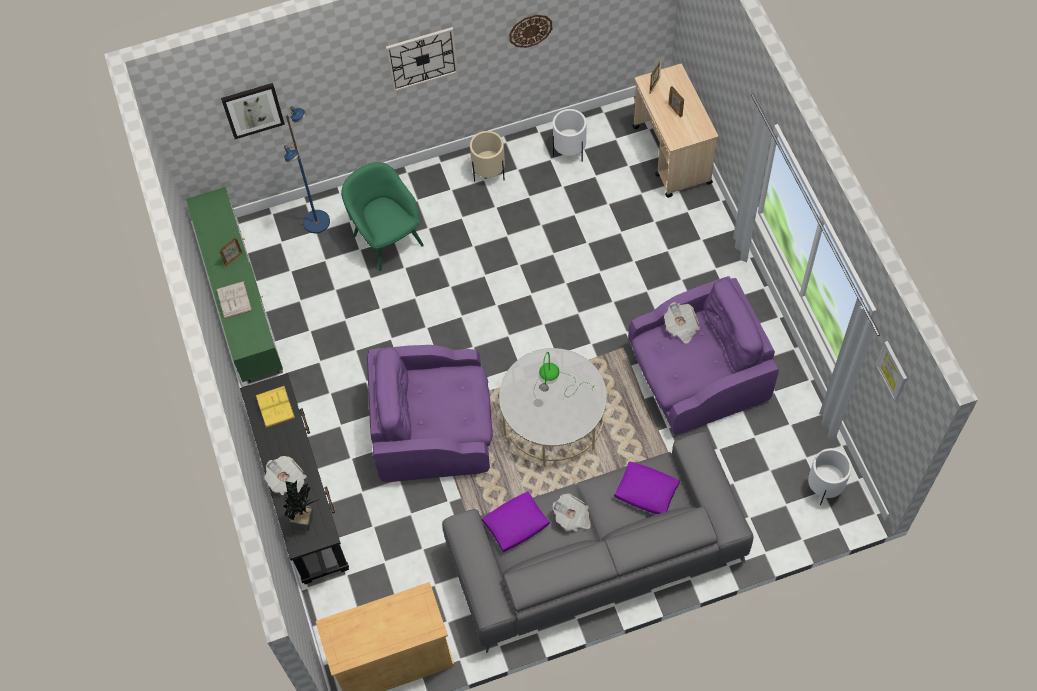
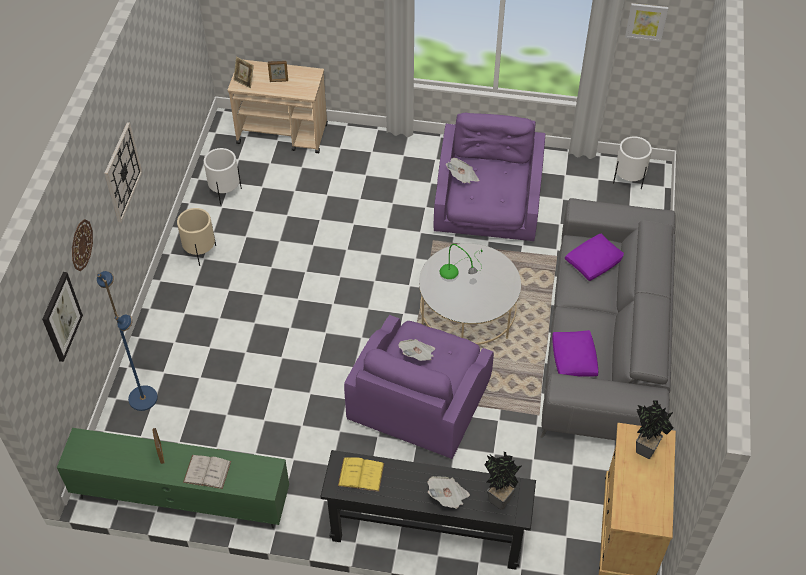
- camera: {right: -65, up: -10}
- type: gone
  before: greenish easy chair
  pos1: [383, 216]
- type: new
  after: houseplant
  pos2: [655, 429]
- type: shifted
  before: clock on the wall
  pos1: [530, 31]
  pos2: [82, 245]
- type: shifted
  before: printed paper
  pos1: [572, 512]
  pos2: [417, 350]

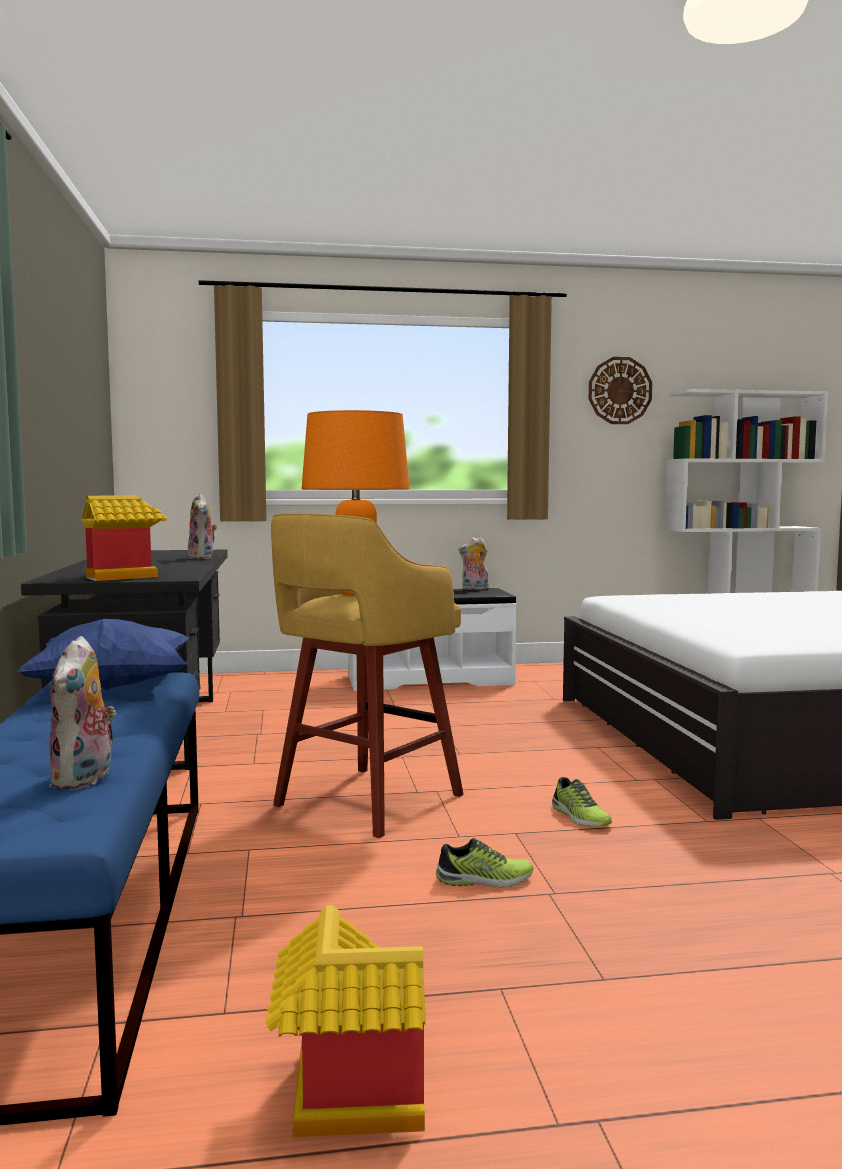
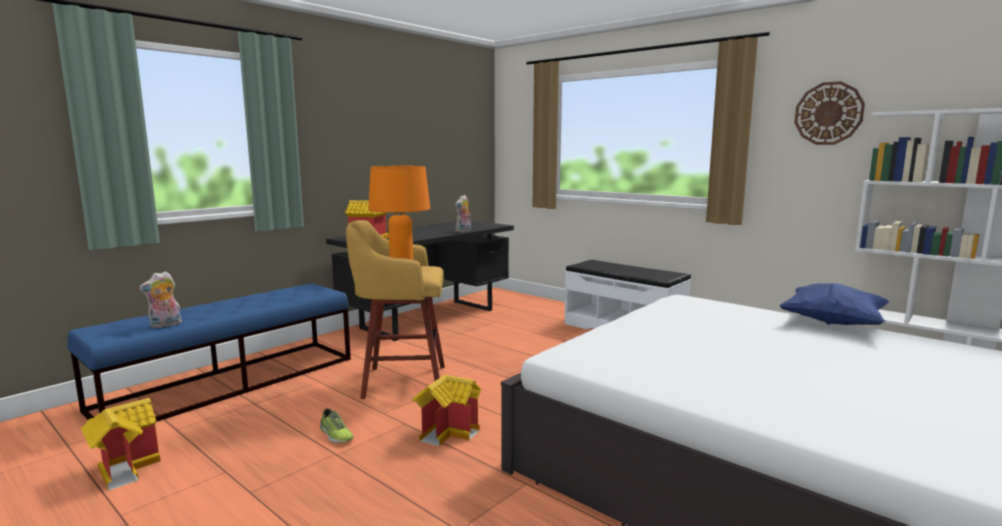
- camera: {right: 50, up: 5}
- type: gone
  before: soft toy
  pos1: [473, 563]
- type: shifted
  before: bluish throw pillow
  pos1: [103, 654]
  pos2: [834, 304]
- type: swapped
  before: low shoe
  after: model house
  pos1: [582, 802]
  pos2: [447, 410]

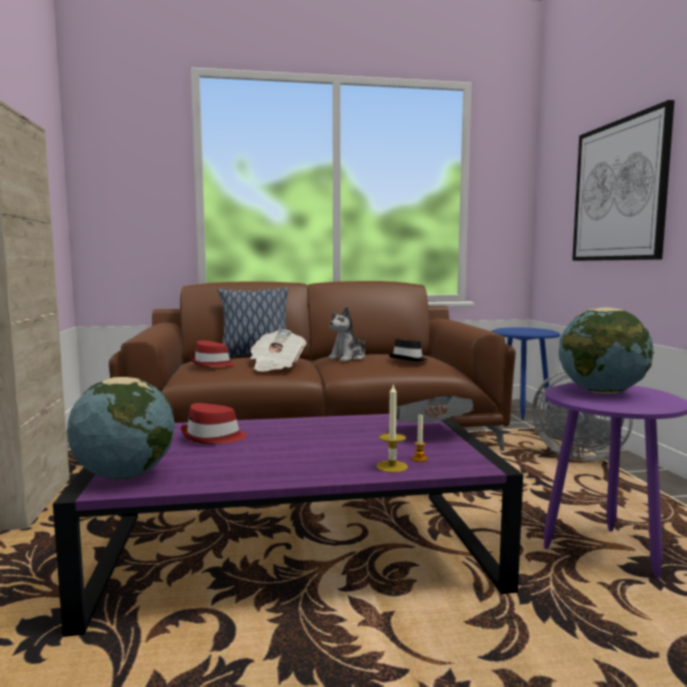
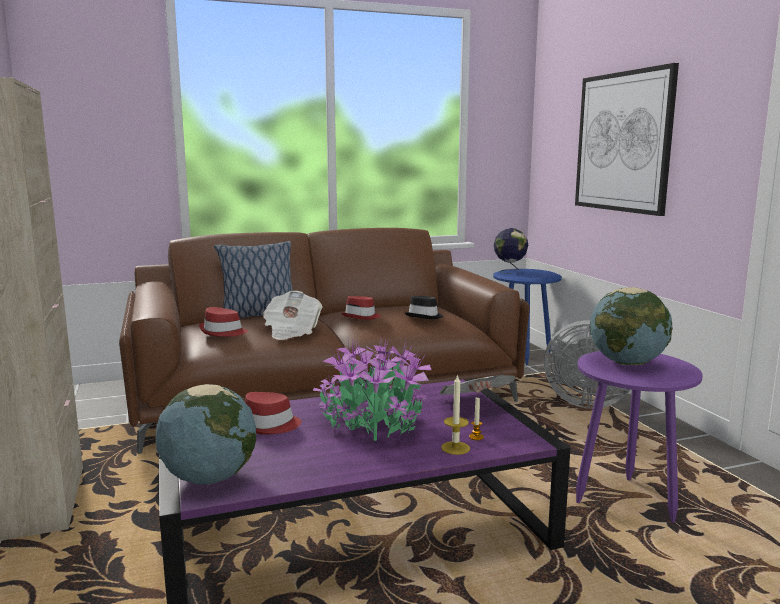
- camera: {right: -10, up: 5}
- type: new
  after: houseplant
  pos2: [371, 388]
- type: new
  after: desk globe
  pos2: [511, 251]
- type: swapped
  before: soft toy
  after: red hat
  pos1: [346, 334]
  pos2: [361, 308]

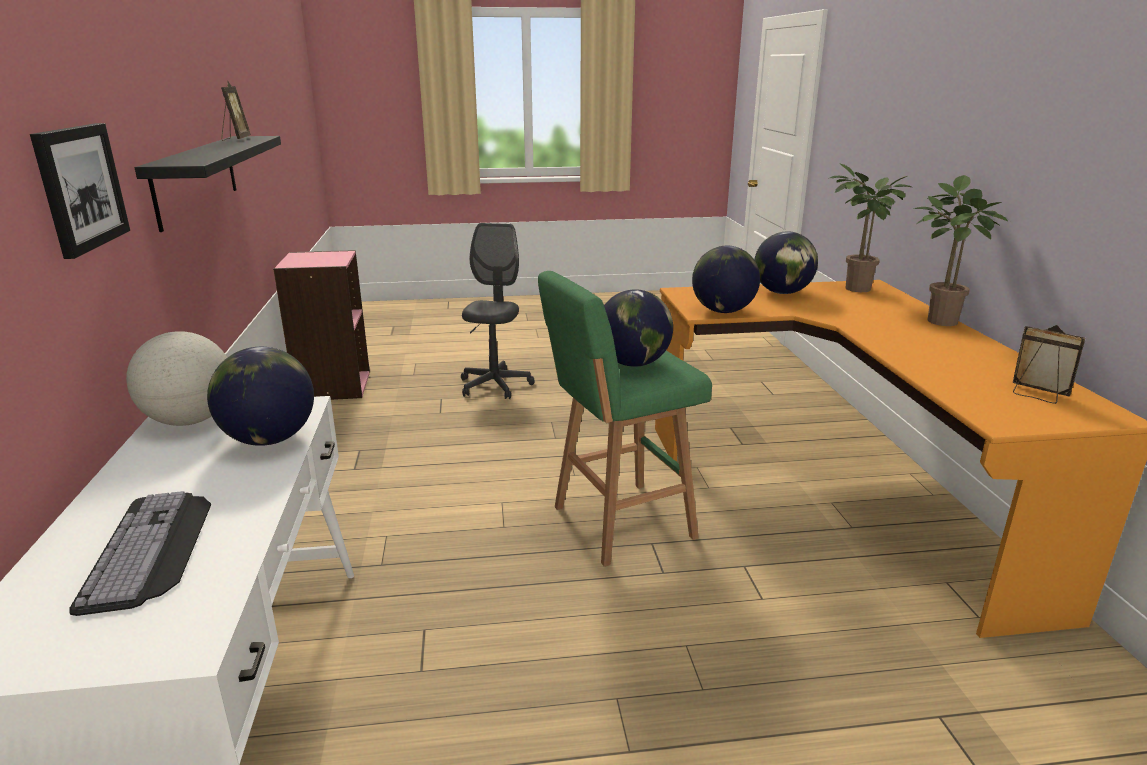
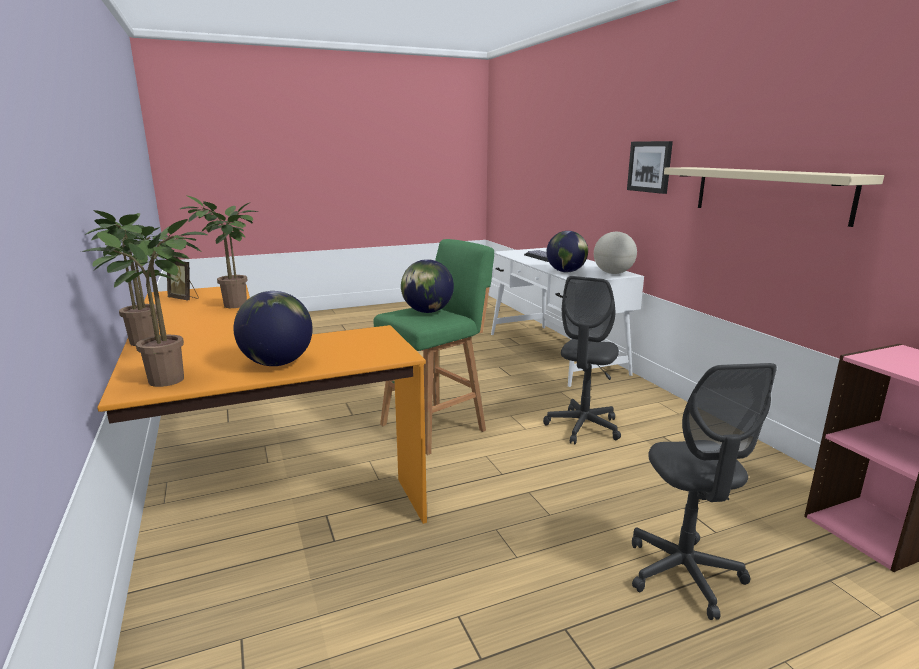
- camera: {right: 165, up: -5}
- type: gone
  before: standing frame
  pos1: [236, 111]
- type: gone
  before: desk globe
  pos1: [726, 279]
- type: new
  after: houseplant
  pos2: [218, 251]
- type: new
  after: greyish computer chair
  pos2: [582, 360]
- type: repainted
  before: blackish bracket shelf
  after: sand-coloured bracket shelf
  pos1: [208, 184]
  pos2: [774, 197]

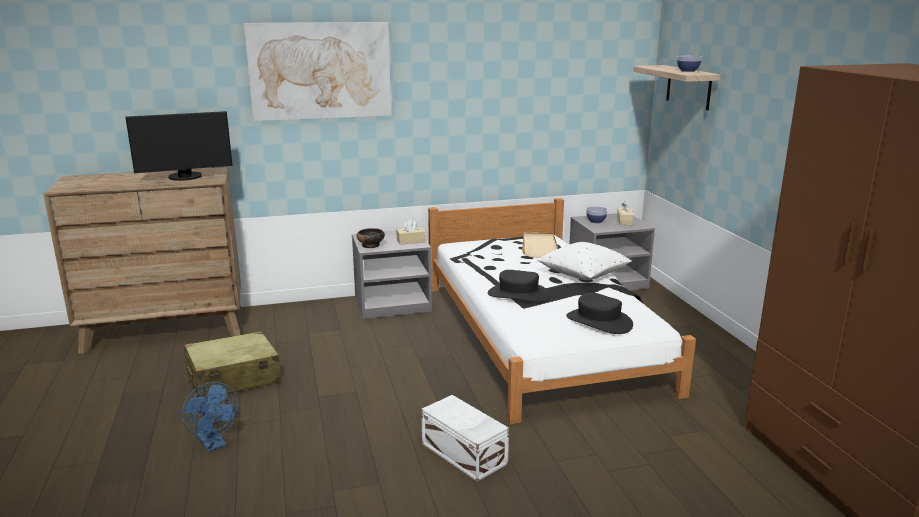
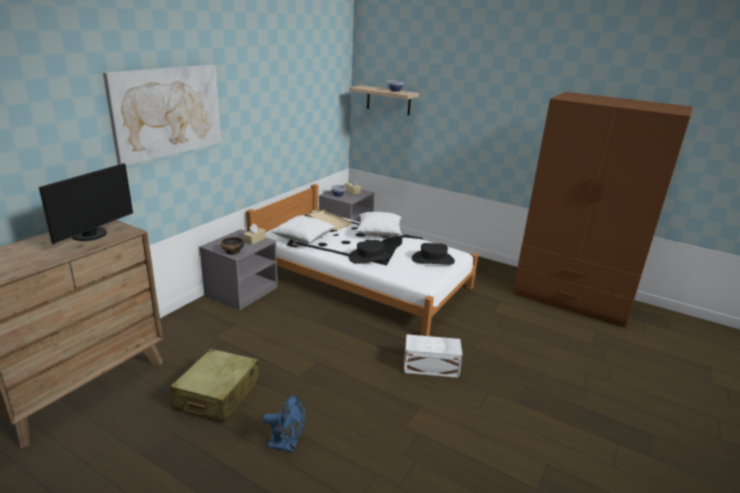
- camera: {right: -45, up: 5}
- type: new
  after: white throw pillow
  pos2: [303, 230]

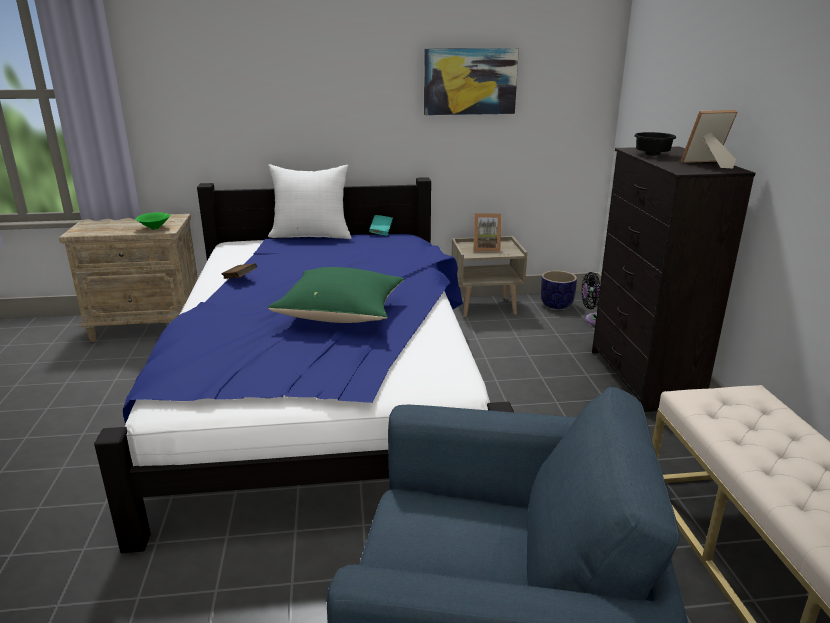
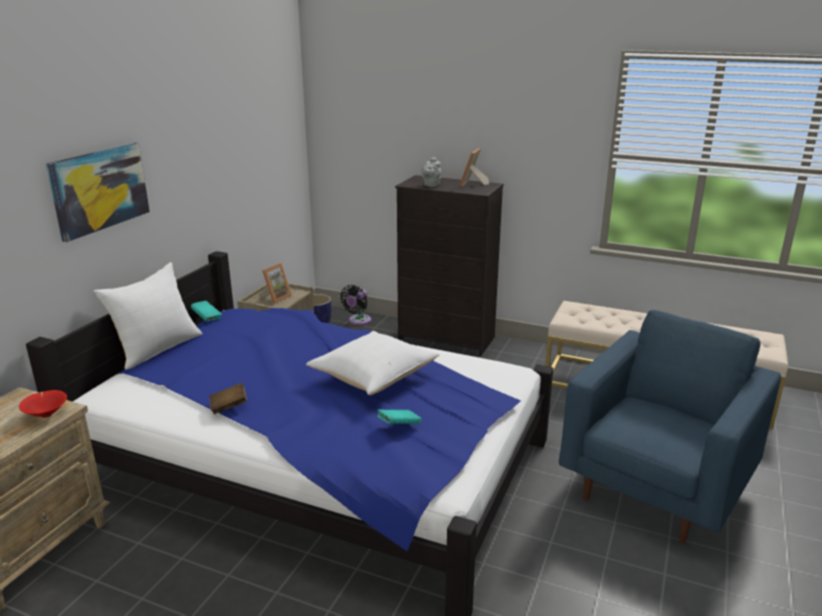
- camera: {right: -60, up: 0}
- type: new
  after: turquoise volume
  pos2: [399, 416]
- type: shifted
  before: picture
  pos1: [471, 81]
  pos2: [98, 192]
- type: swapped
  before: blackish bowl
  after: greyish teapot
  pos1: [655, 143]
  pos2: [431, 172]
- type: repainted
  before: greenish bowl
  after: red bowl
  pos1: [153, 221]
  pos2: [43, 404]
- type: repainted
  before: greenish throw pillow
  after: white throw pillow
  pos1: [336, 295]
  pos2: [373, 363]

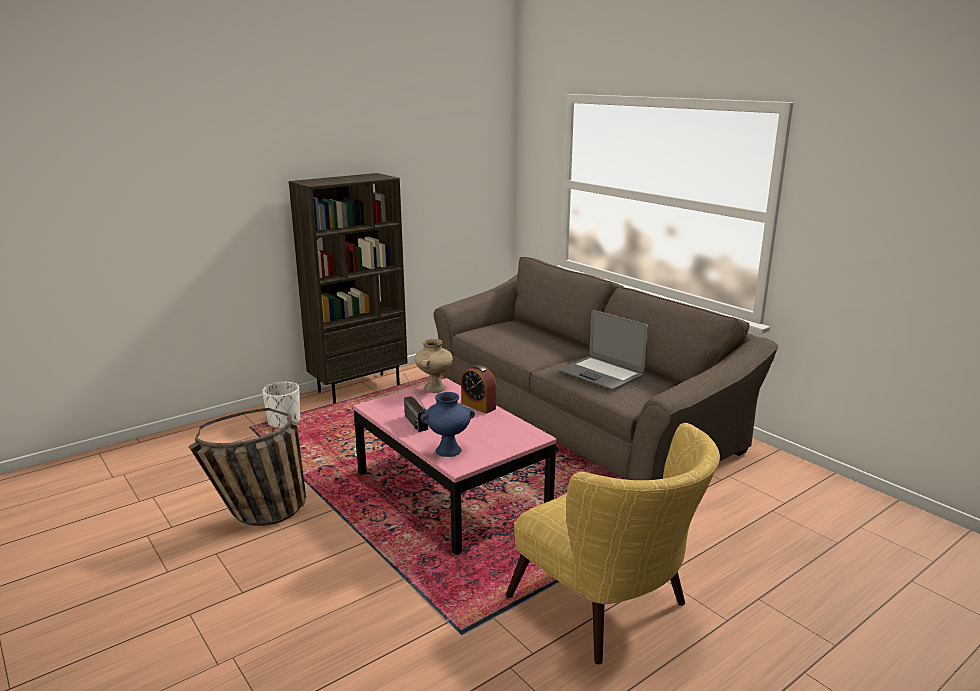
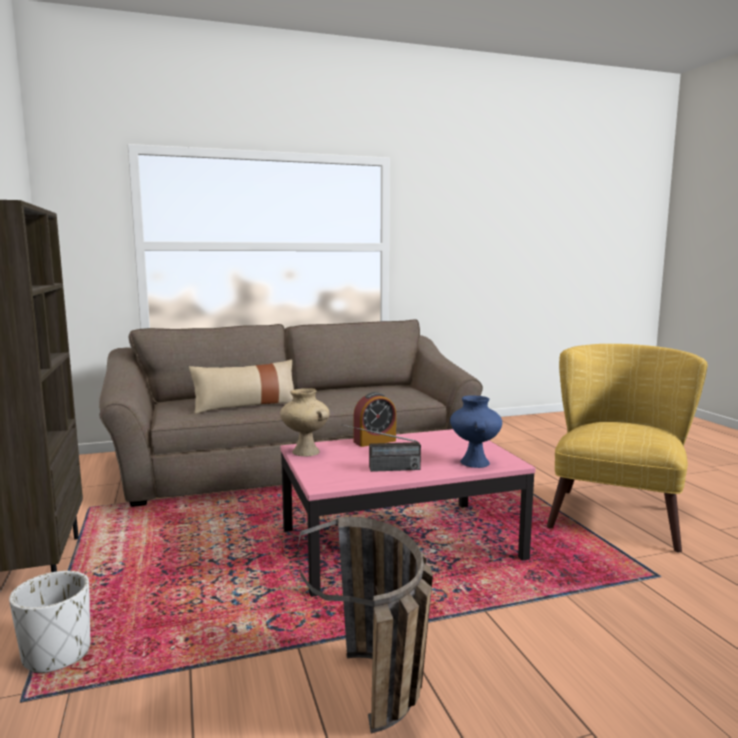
- camera: {right: -70, up: -10}
- type: gone
  before: laptop
  pos1: [603, 349]
- type: new
  after: sand-coloured throw pillow
  pos2: [241, 387]
- type: rotated
  before: yellow easy chair
  pos1: [613, 543]
  pos2: [627, 448]
  turn: -45

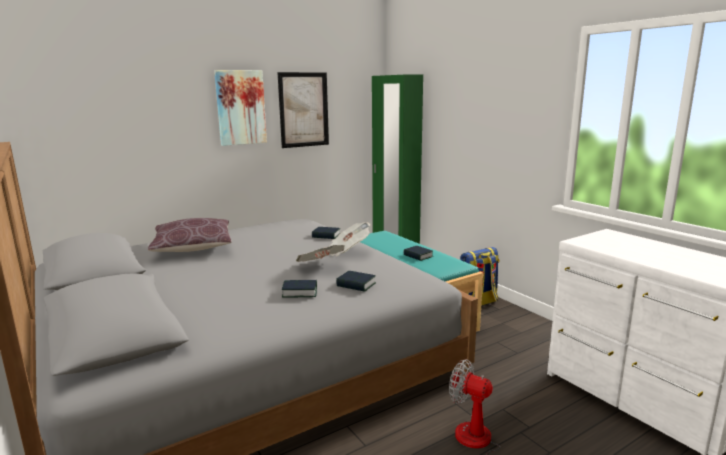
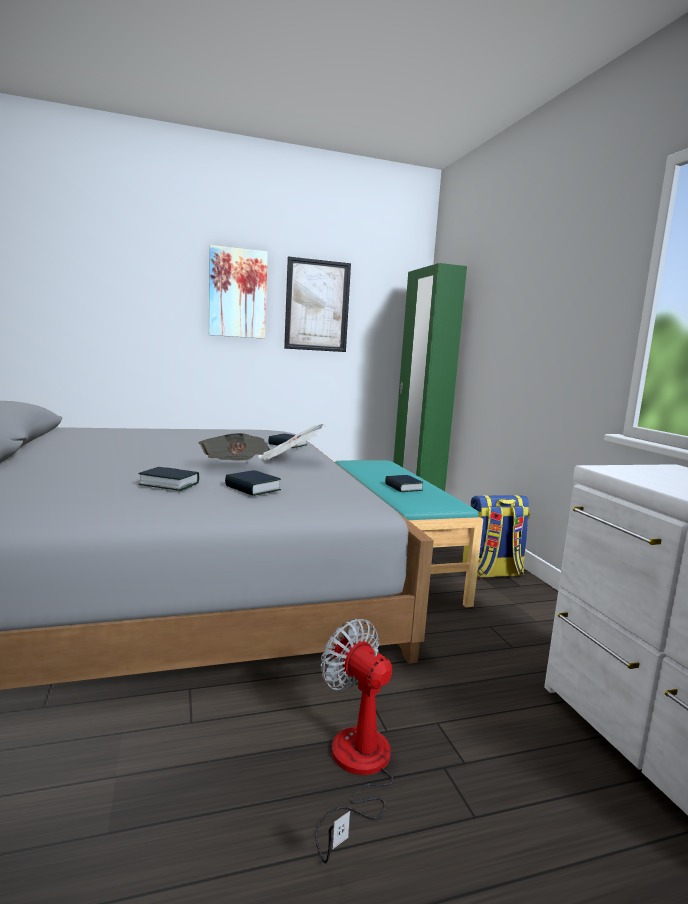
- camera: {right: 15, up: -5}
- type: gone
  before: brown-coloured throw pillow
  pos1: [189, 235]

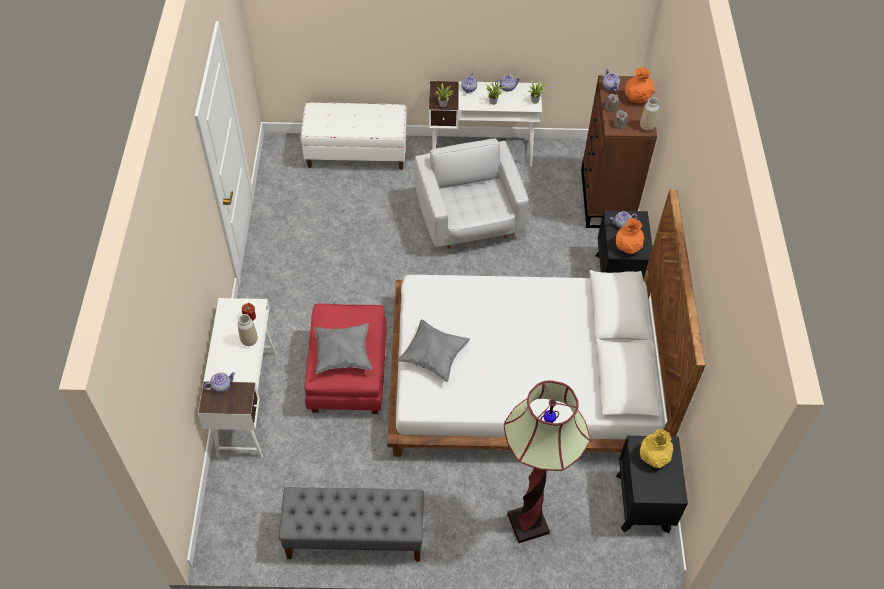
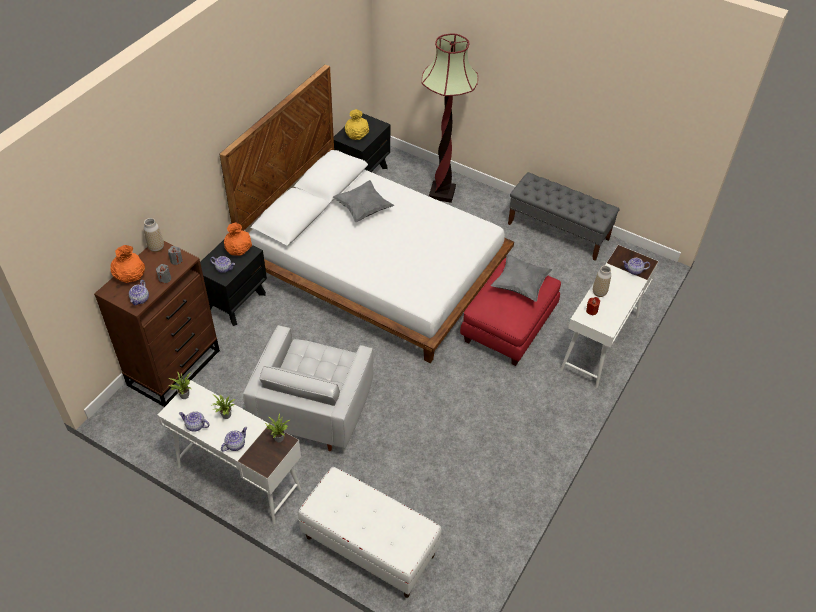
- camera: {right: -150, up: -5}
- type: shifted
  before: greyish throw pillow
  pos1: [433, 350]
  pos2: [363, 201]

